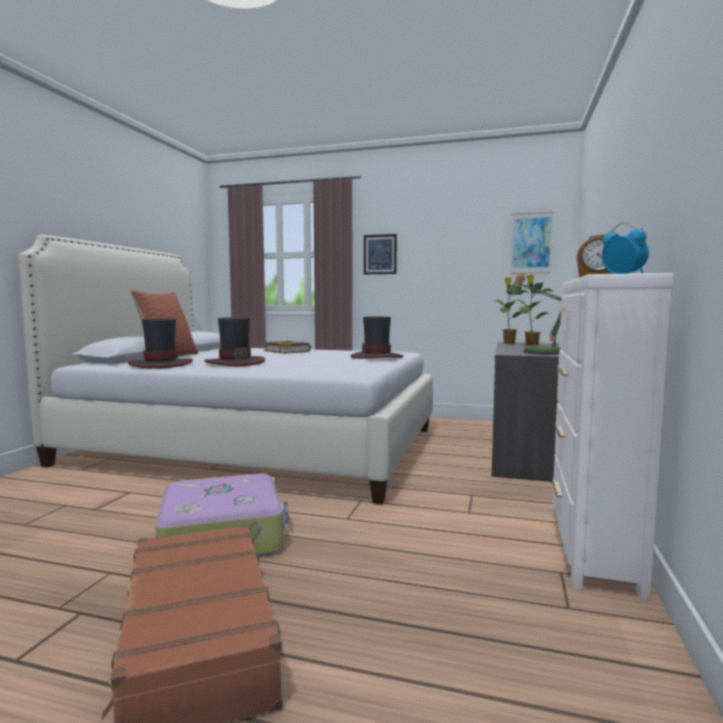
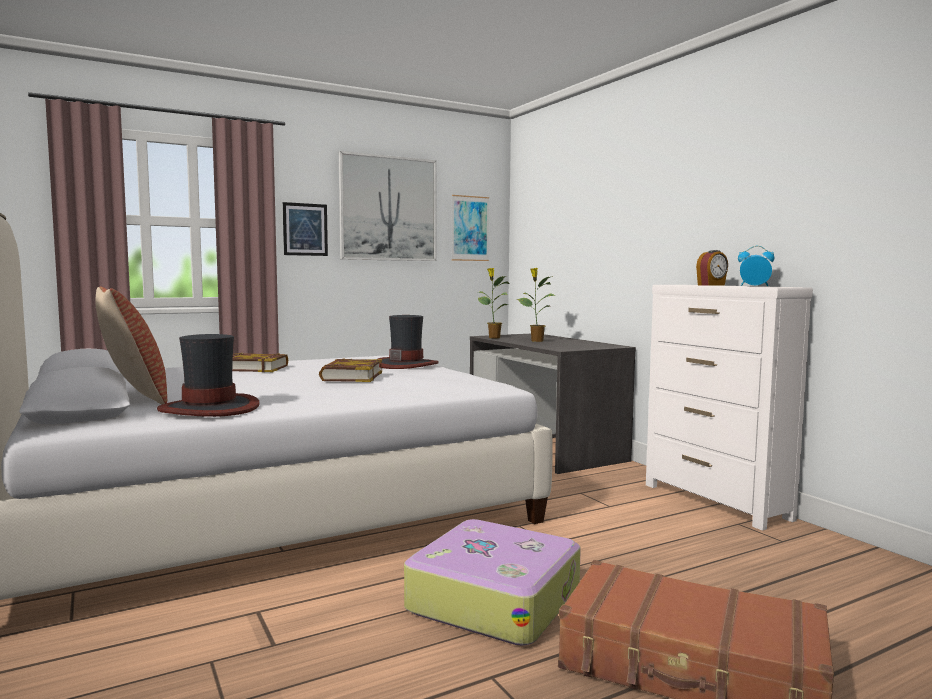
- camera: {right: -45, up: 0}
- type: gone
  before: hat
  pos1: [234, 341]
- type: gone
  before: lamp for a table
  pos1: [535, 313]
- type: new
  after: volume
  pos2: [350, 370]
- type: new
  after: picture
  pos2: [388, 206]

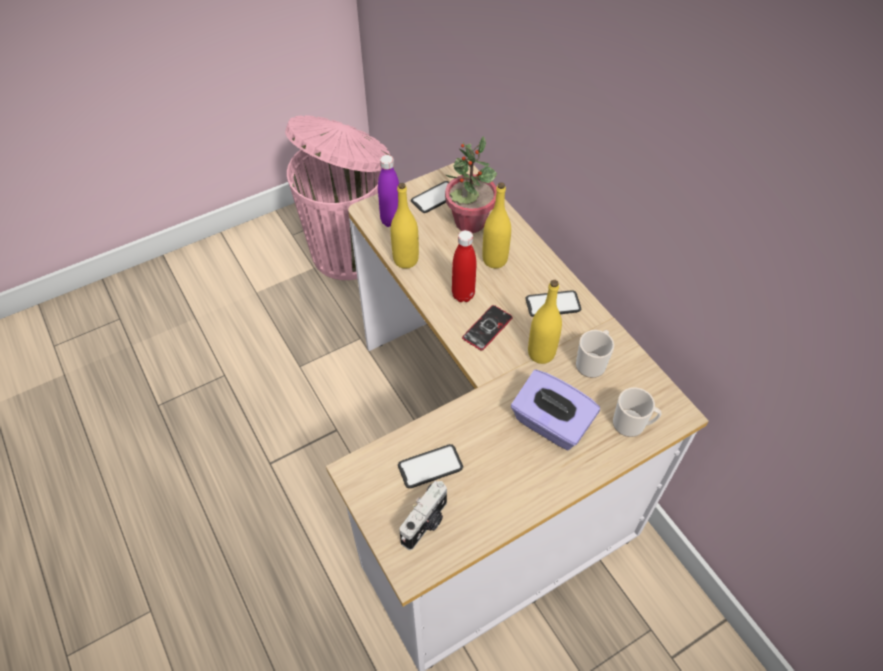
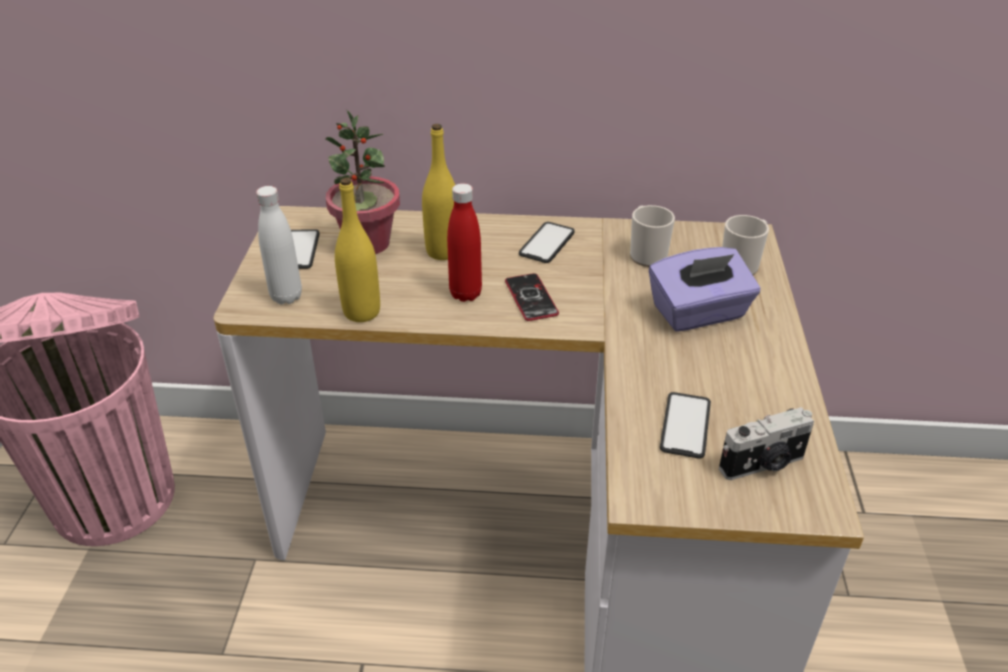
- camera: {right: -55, up: -15}
- type: gone
  before: yellow drink bottle
  pos1: [545, 322]
- type: repainted
  before: purple-coloured drink bottle
  after: white drink bottle
  pos1: [388, 191]
  pos2: [279, 245]
- type: rotated
  before: photo camera
  pos1: [423, 515]
  pos2: [766, 443]
  turn: 90

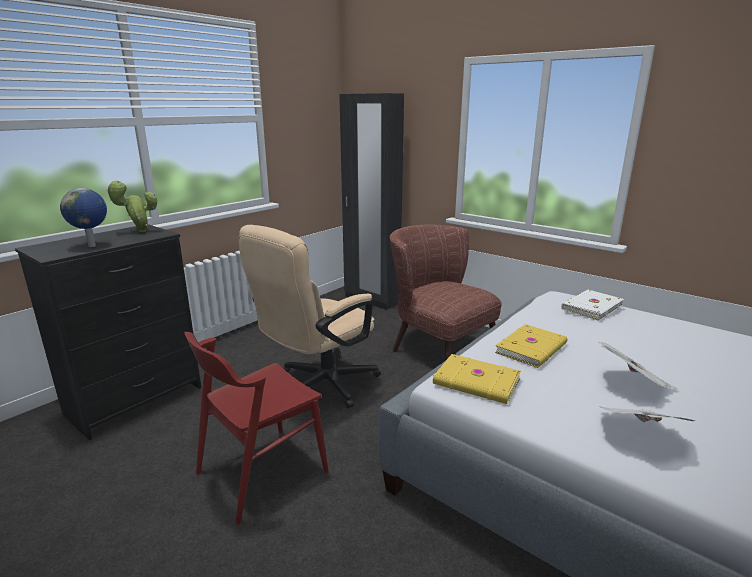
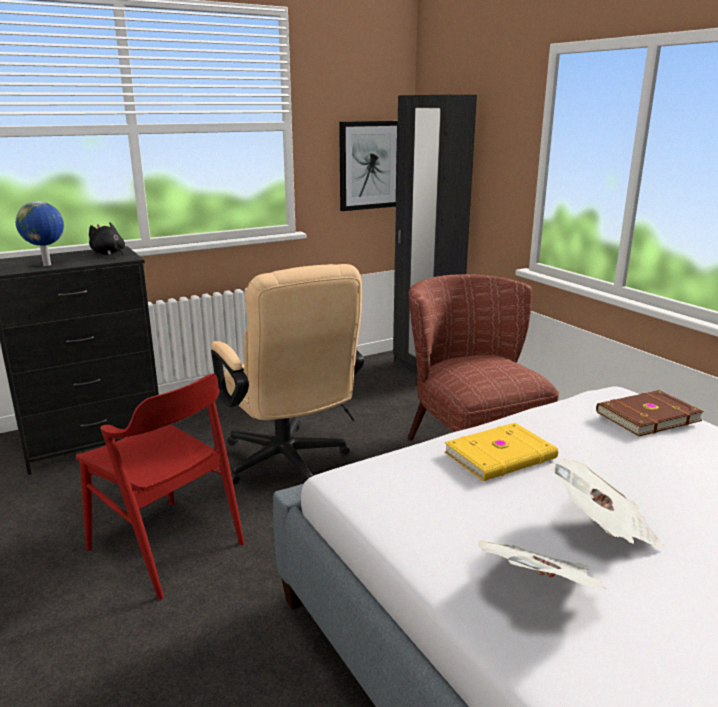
- camera: {right: 20, up: 0}
- type: gone
  before: yellow volume
  pos1: [477, 379]
- type: new
  after: picture
  pos2: [368, 166]
- type: swapped
  before: houseplant
  after: blackish soft toy
  pos1: [131, 206]
  pos2: [107, 238]
- type: repainted
  before: white volume
  after: brown-coloured volume
  pos1: [592, 305]
  pos2: [650, 413]
- type: rotated
  before: red plain chair
  pos1: [256, 428]
  pos2: [160, 487]
  turn: -120
- type: rotated
  before: sand-coloured computer chair
  pos1: [309, 316]
  pos2: [287, 374]
  turn: -90

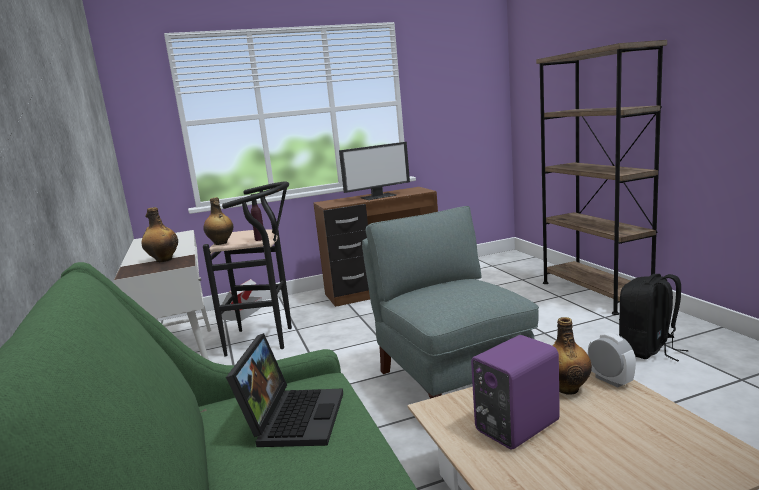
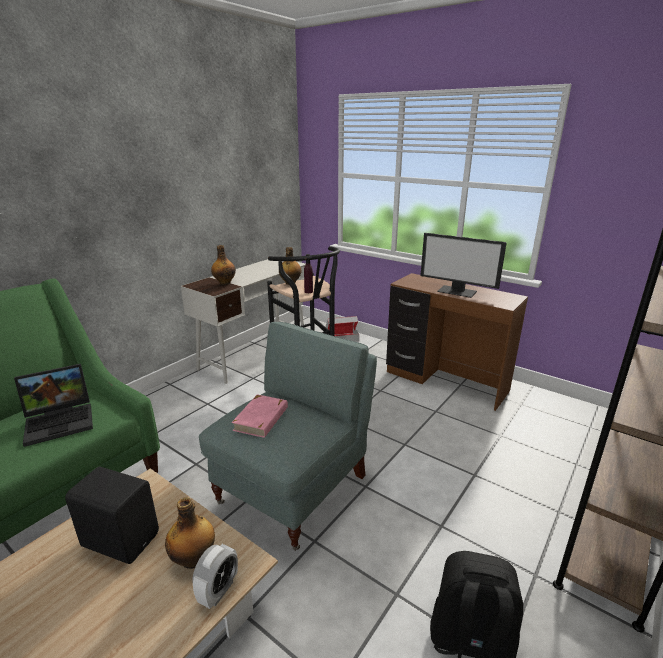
- camera: {right: 55, up: 10}
- type: new
  after: pink-coloured volume
  pos2: [259, 416]
- type: repainted
  before: purple-coloured speaker
  after: blackish speaker
  pos1: [515, 392]
  pos2: [112, 515]

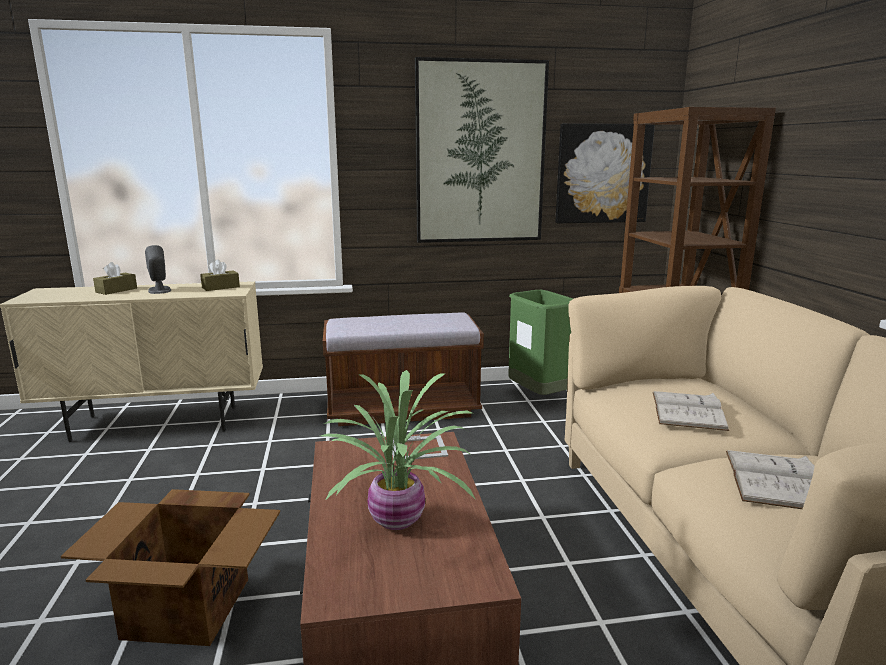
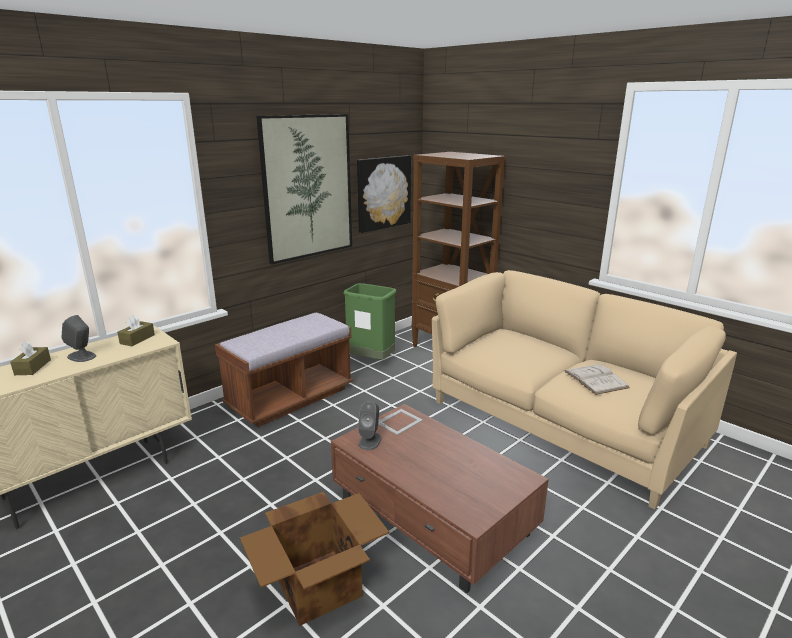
- camera: {right: -35, up: 5}
- type: gone
  before: houseplant
  pos1: [398, 450]
- type: gone
  before: white volume
  pos1: [691, 411]
- type: new
  after: greyish speaker
  pos2: [369, 425]

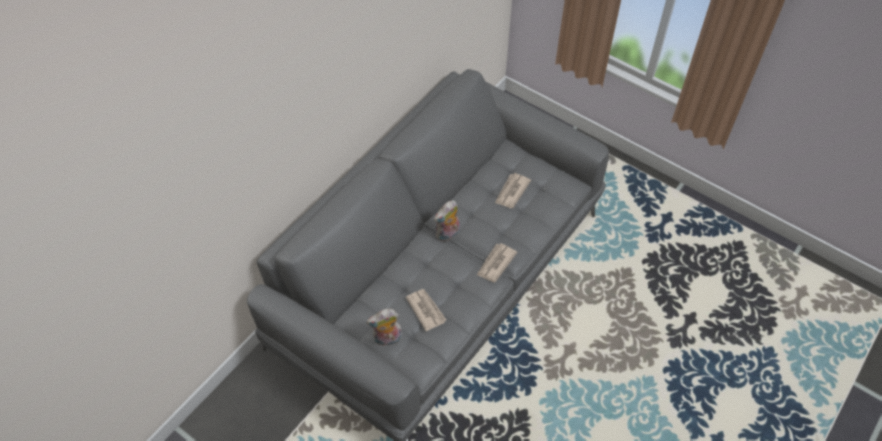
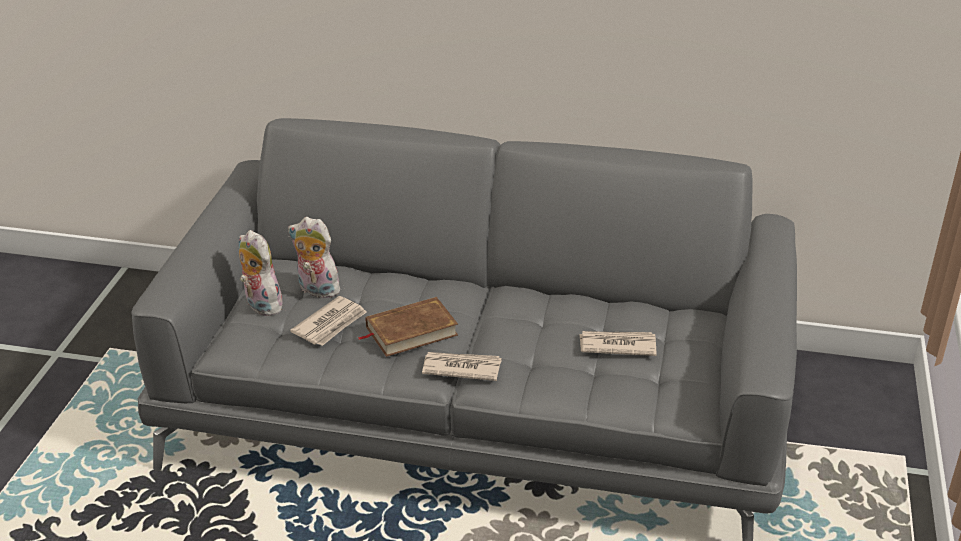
- camera: {right: 65, up: -20}
- type: new
  after: brown-coloured volume
  pos2: [407, 327]
- type: shifted
  before: soft toy
  pos1: [447, 221]
  pos2: [314, 258]

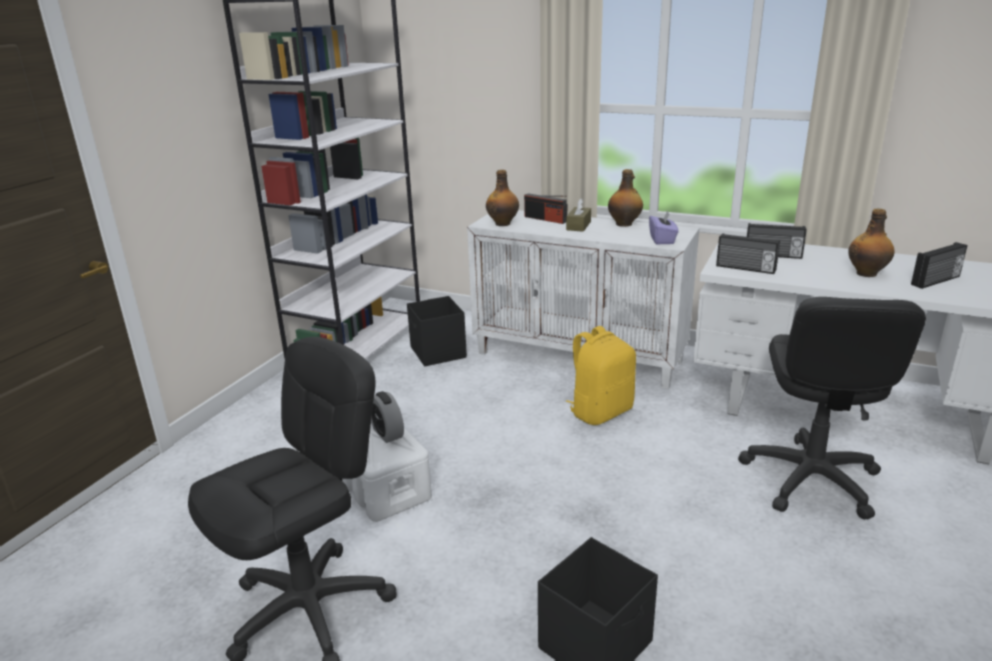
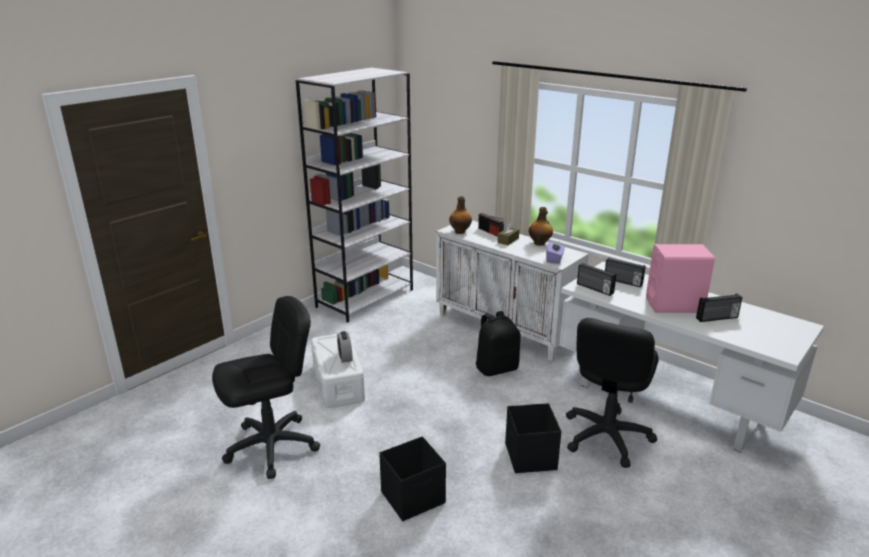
- camera: {right: 15, up: 0}
- type: shifted
  before: blackish storage container
  pos1: [437, 331]
  pos2: [533, 438]
- type: swapped
  before: drink bottle
  after: pink-coloured speaker
  pos1: [871, 242]
  pos2: [680, 278]
- type: repainted
  before: yellow backpack
  after: blackish backpack
  pos1: [601, 375]
  pos2: [498, 343]

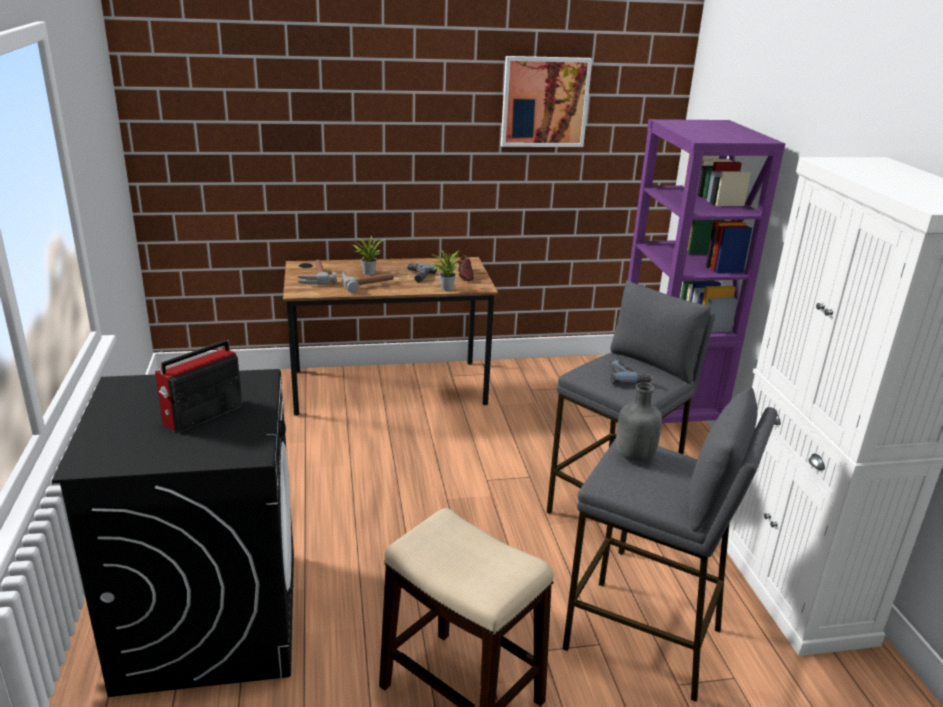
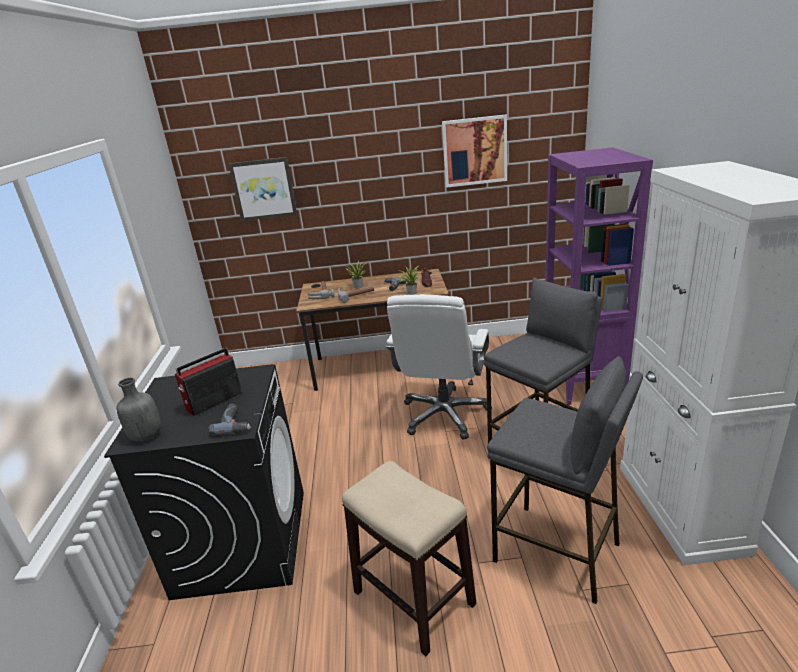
- camera: {right: 10, up: 0}
- type: new
  after: picture
  pos2: [263, 189]
- type: new
  after: white computer chair
  pos2: [438, 366]
- type: shifted
  before: power drill
  pos1: [631, 370]
  pos2: [229, 419]
- type: shifted
  before: greyish drink bottle
  pos1: [639, 422]
  pos2: [138, 409]

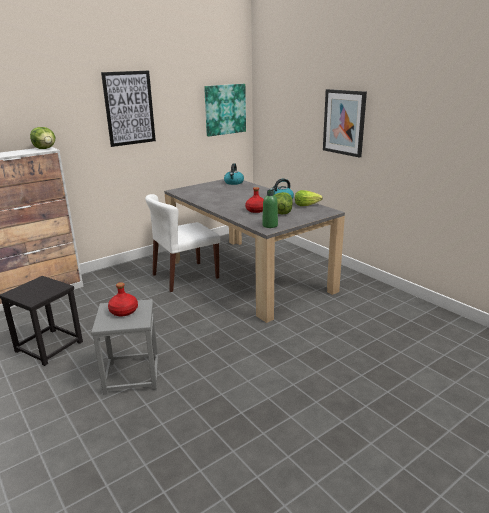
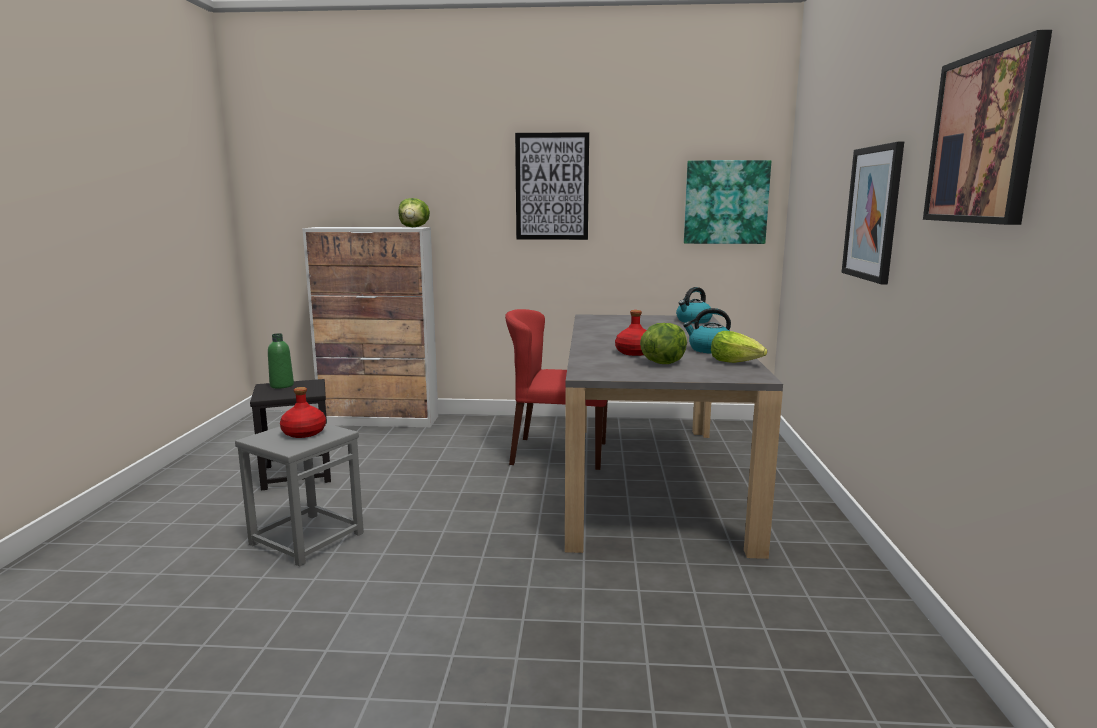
- camera: {right: 40, up: -10}
- type: new
  after: picture
  pos2: [987, 127]
- type: shifted
  before: greenish drink bottle
  pos1: [270, 209]
  pos2: [281, 361]
- type: repainted
  before: white plain chair
  after: red plain chair
  pos1: [183, 243]
  pos2: [556, 389]

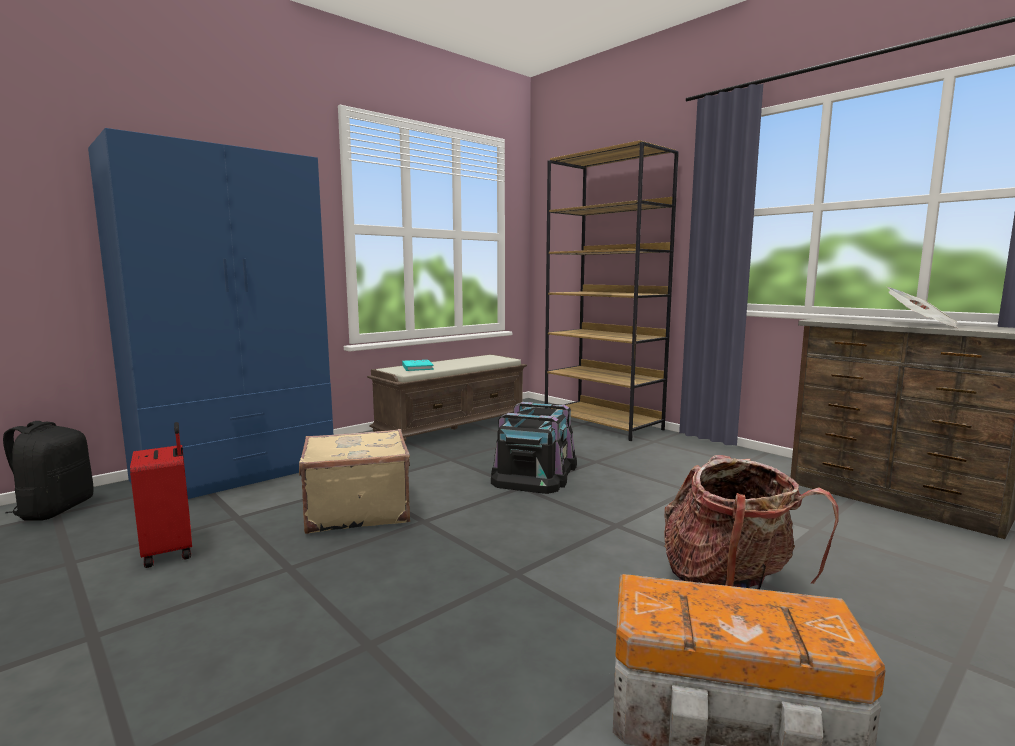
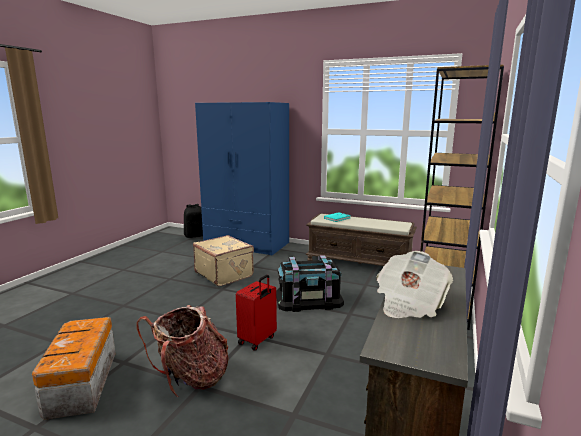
- camera: {right: 65, up: 5}
- type: shifted
  before: red travel case
  pos1: [161, 495]
  pos2: [256, 313]

